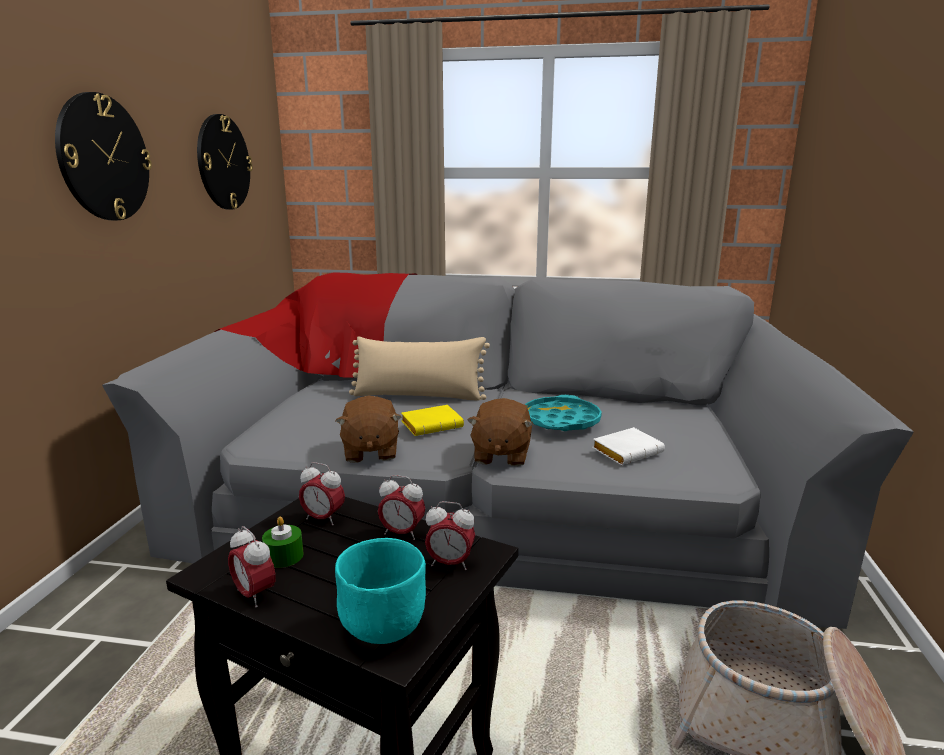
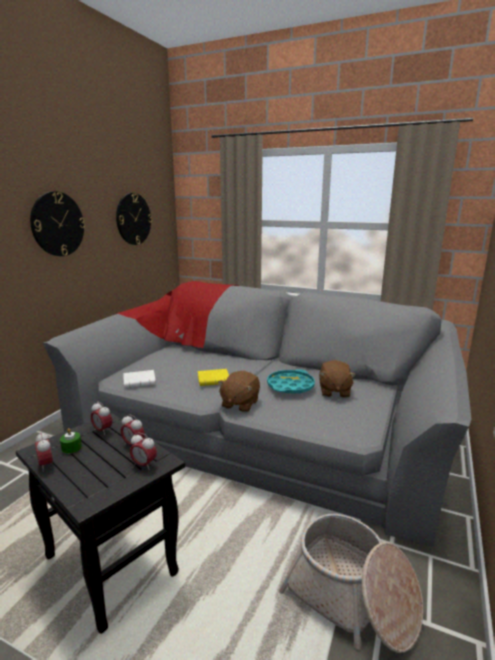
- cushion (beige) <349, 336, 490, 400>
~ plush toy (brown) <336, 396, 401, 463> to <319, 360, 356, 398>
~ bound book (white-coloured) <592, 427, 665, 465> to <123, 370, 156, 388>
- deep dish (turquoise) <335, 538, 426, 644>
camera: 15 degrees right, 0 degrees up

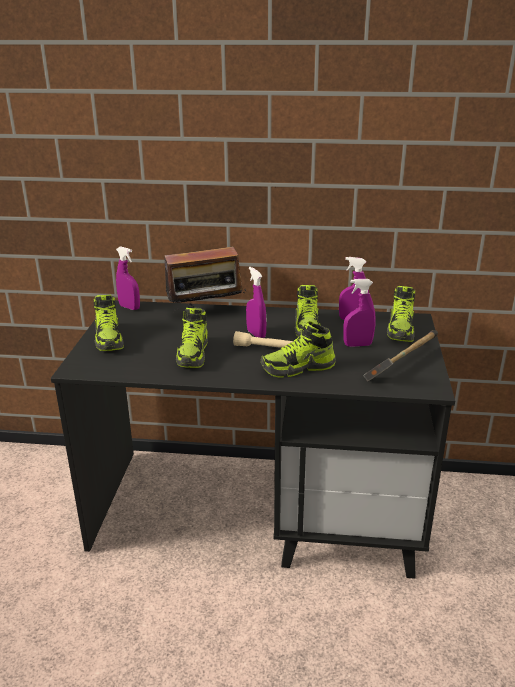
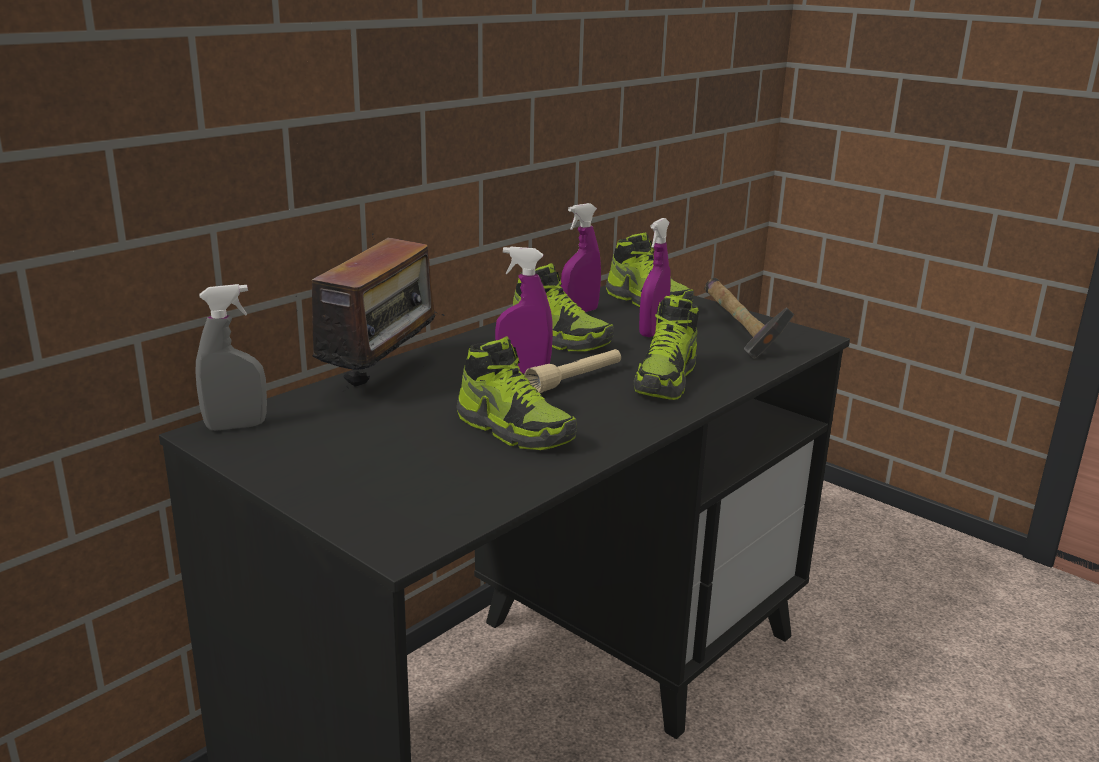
~ hand sprayer (purple) <116, 246, 140, 310> to hand sprayer (greyish) <195, 284, 267, 431>
- item of footwear <94, 294, 124, 351>
camera: 55 degrees left, 5 degrees down

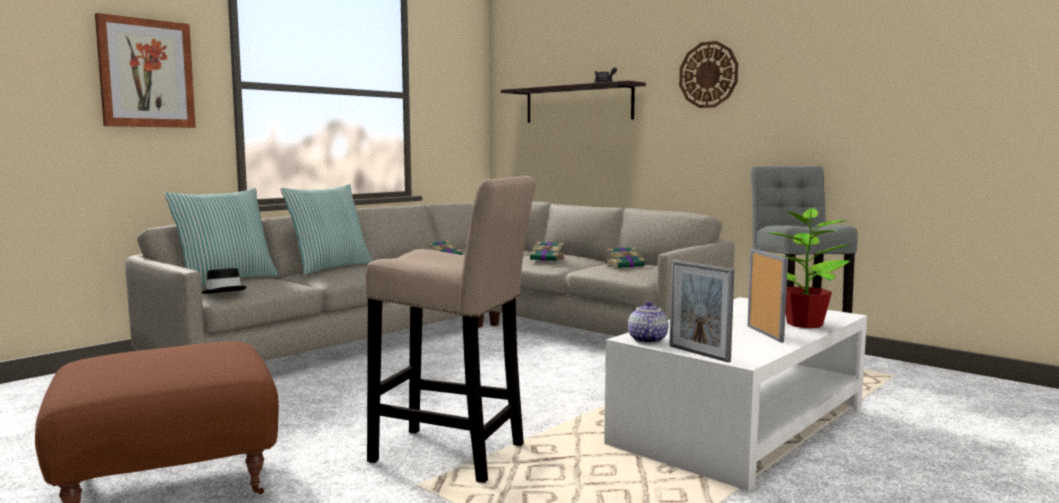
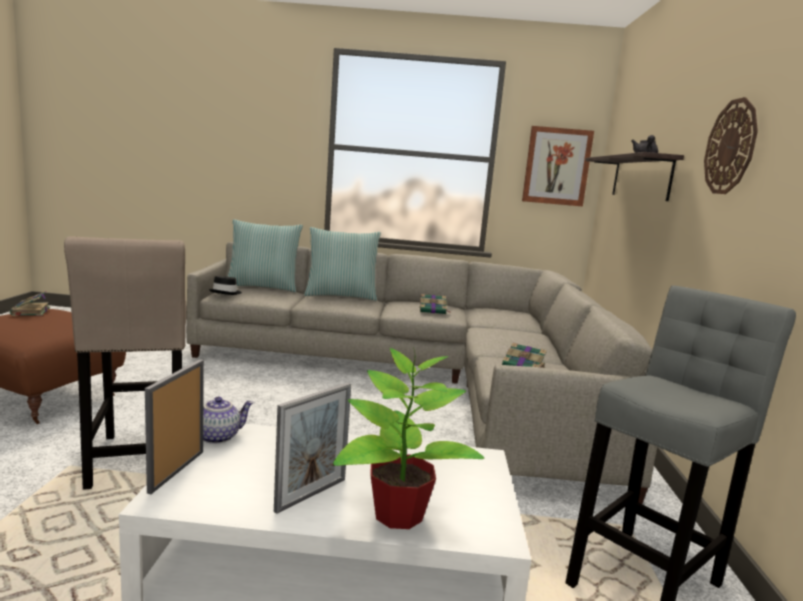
~ wall art <95, 13, 196, 128> to <522, 126, 594, 207>
~ bound book <530, 241, 564, 261> to <10, 291, 50, 316>
camera: 50 degrees right, 5 degrees up

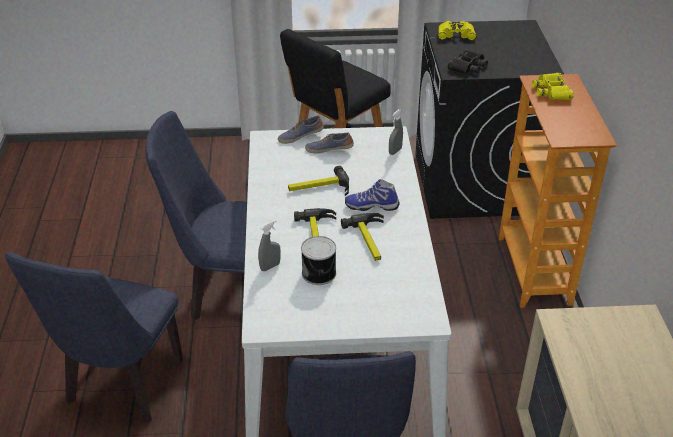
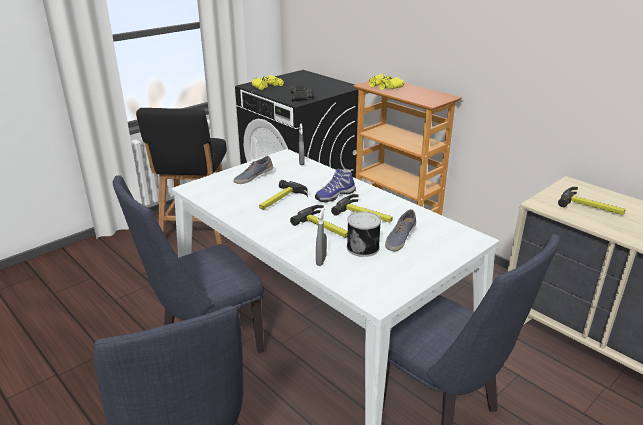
~ item of footwear <278, 116, 324, 144> to <385, 209, 416, 251>
+ hand hammer <558, 187, 626, 215>
camera: 40 degrees left, 10 degrees down

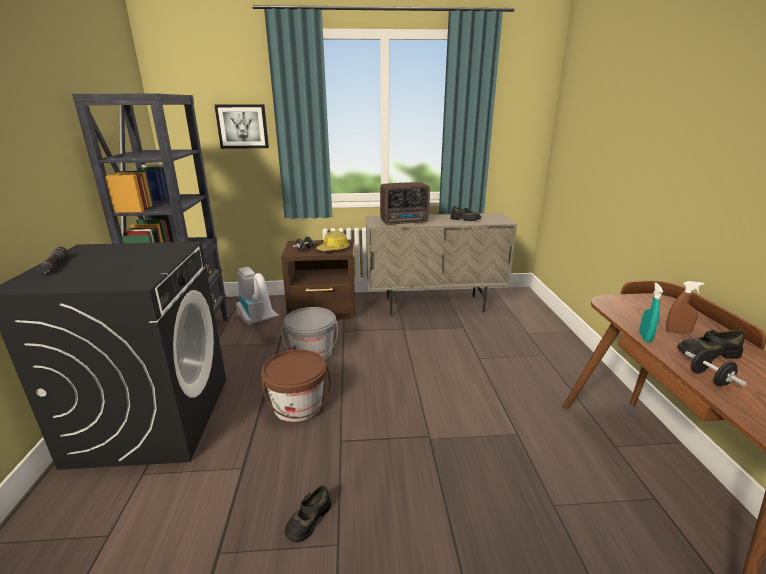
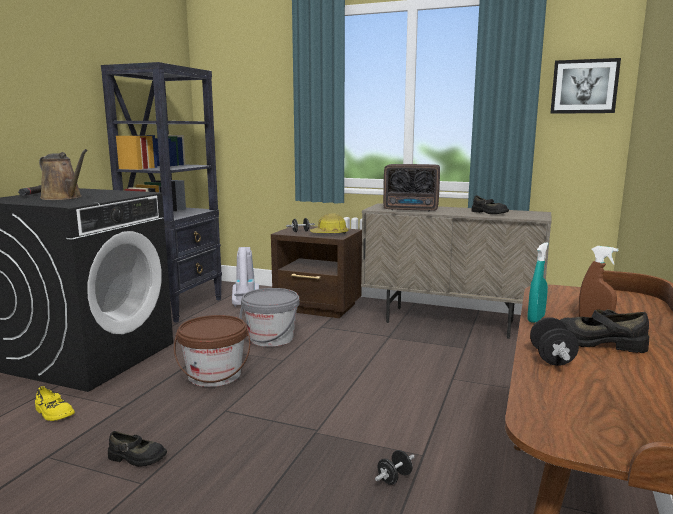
~ wall art <214, 104, 269, 149> to <550, 58, 621, 114>
~ item of footwear (black-coloured) <285, 485, 331, 542> = <108, 431, 167, 467> 135 degrees counterclockwise
+ sprinkling can (brown) <39, 149, 88, 200>
+ item of footwear (yellow-coloured) <35, 386, 75, 421>
+ dumbbell (black-coloured) <375, 450, 414, 485>
camera: 25 degrees right, 10 degrees down

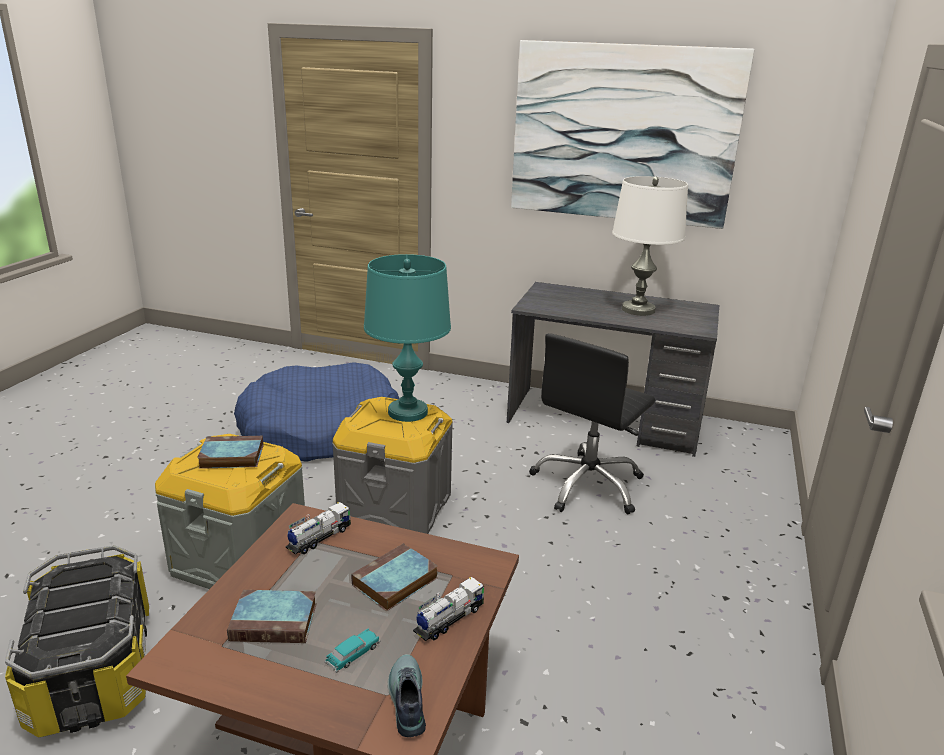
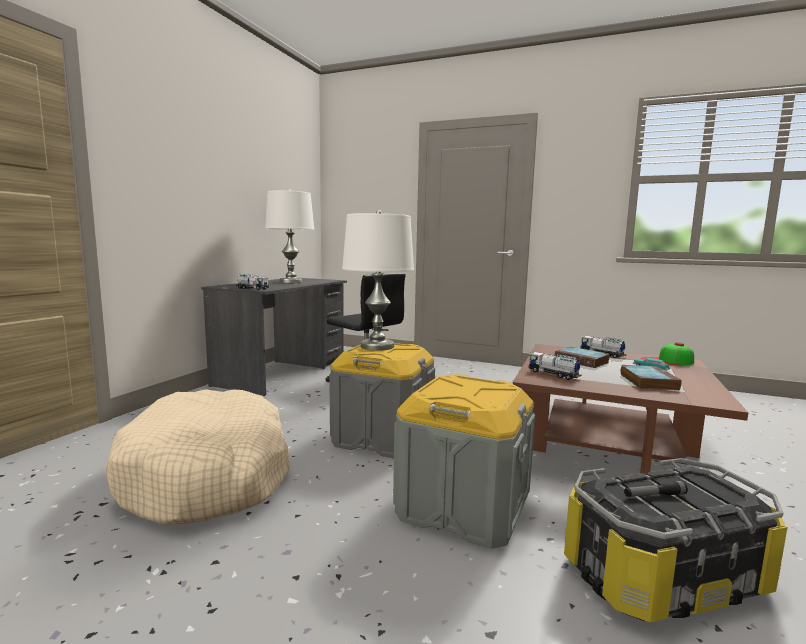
- wall art <511, 40, 754, 229>
~ tabletop lamp (turquoise) <364, 254, 451, 422> to tabletop lamp (white-coloured) <342, 210, 414, 351>
~ dog cushion (blue) <234, 362, 399, 462> to dog cushion (beige) <105, 389, 290, 525>
- bound book <197, 436, 263, 469>
~ item of footwear <387, 654, 426, 737> to peaked cap <640, 342, 694, 365>
+ toy truck <236, 274, 269, 290>
+ torch <624, 481, 688, 497>
camera: 85 degrees left, 15 degrees down

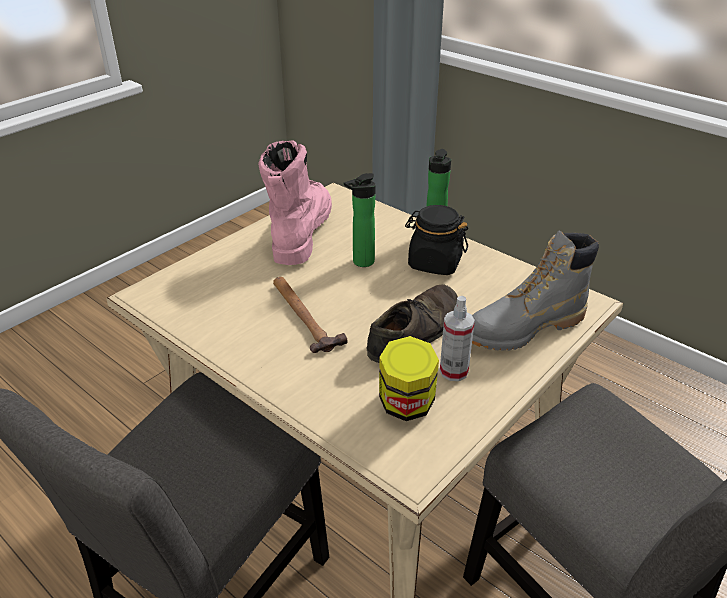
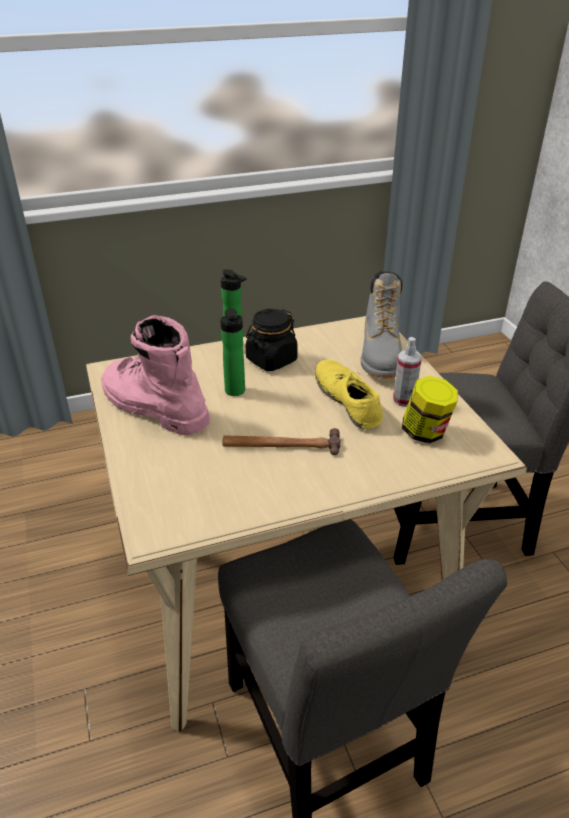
~ item of footwear (brown) <367, 284, 458, 363> to item of footwear (yellow-coloured) <315, 360, 383, 429>
camera: 60 degrees left, 0 degrees up

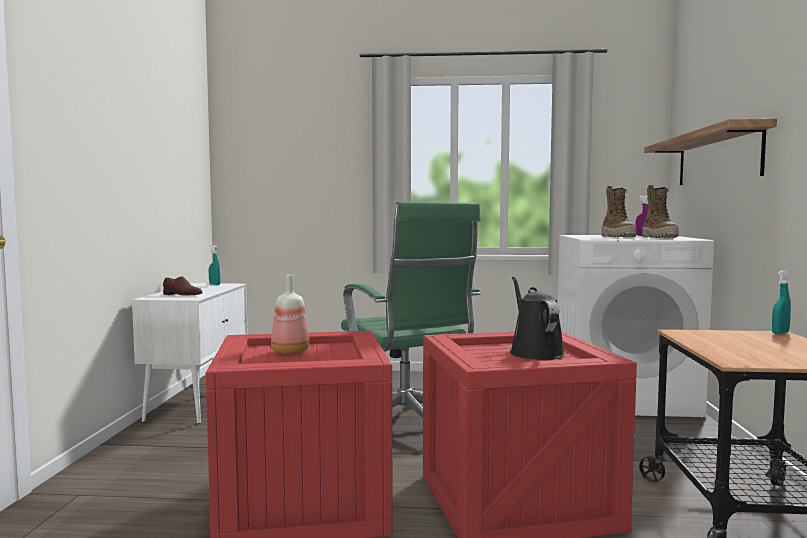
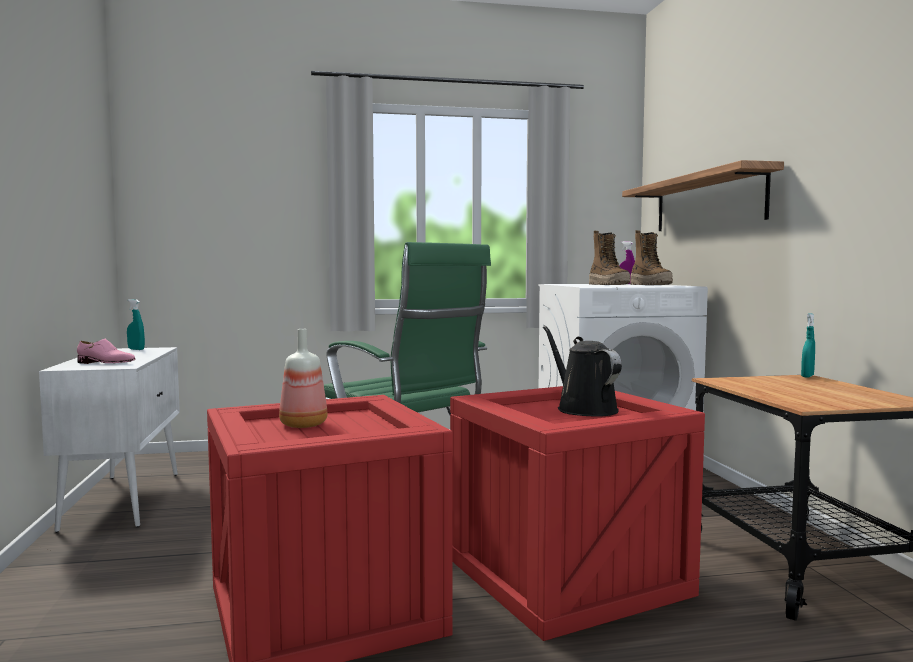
~ item of footwear (brown) <163, 276, 203, 296> to item of footwear (pink) <77, 339, 136, 364>
camera: 15 degrees left, 0 degrees up

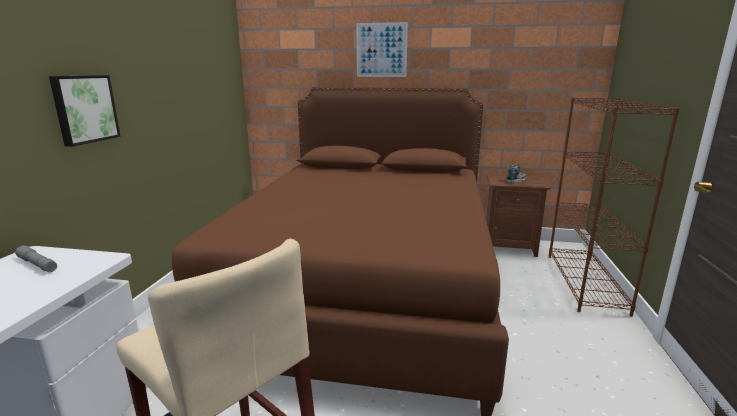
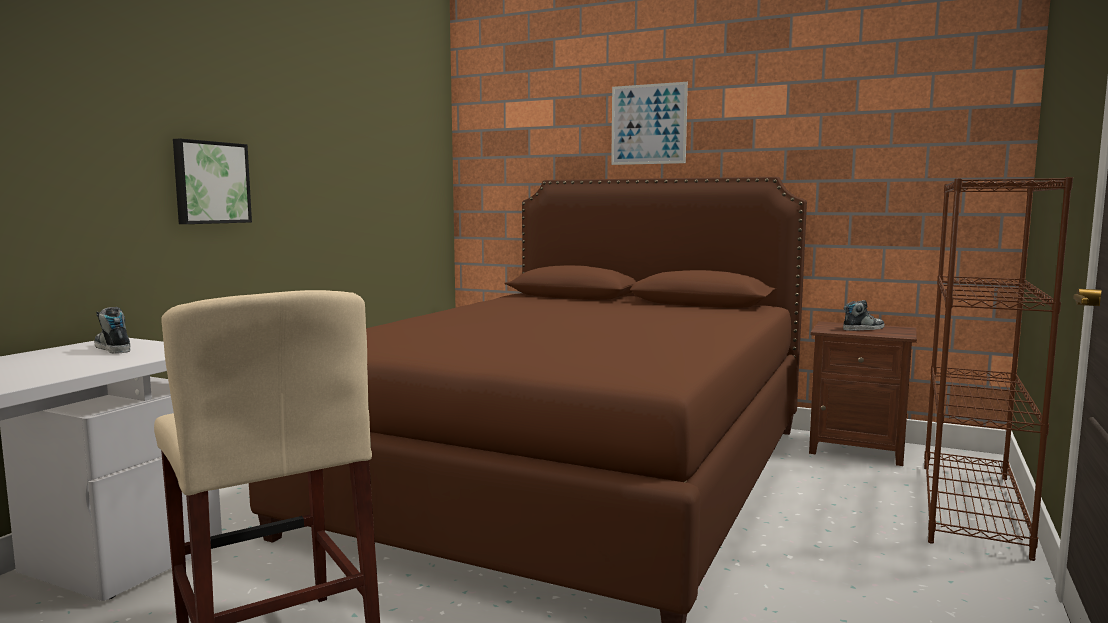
~ torch (greyish) <15, 246, 57, 272> to item of footwear <94, 307, 130, 354>
camera: 15 degrees right, 10 degrees down

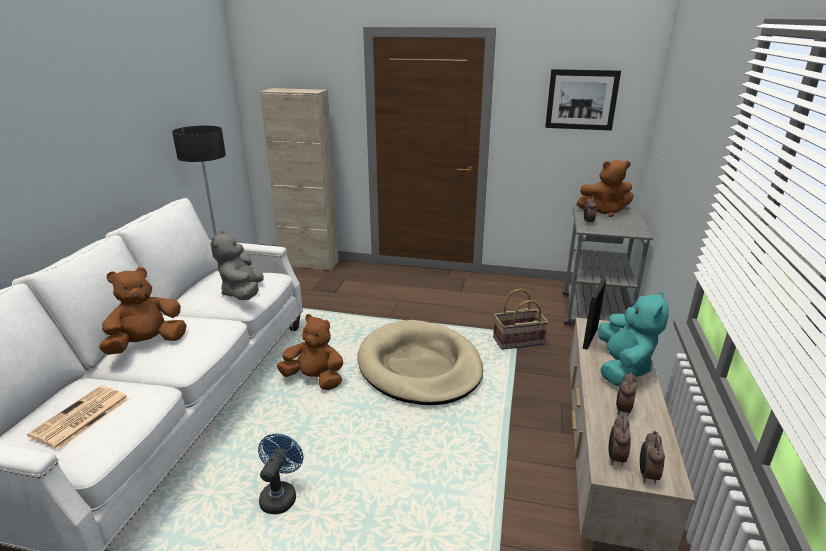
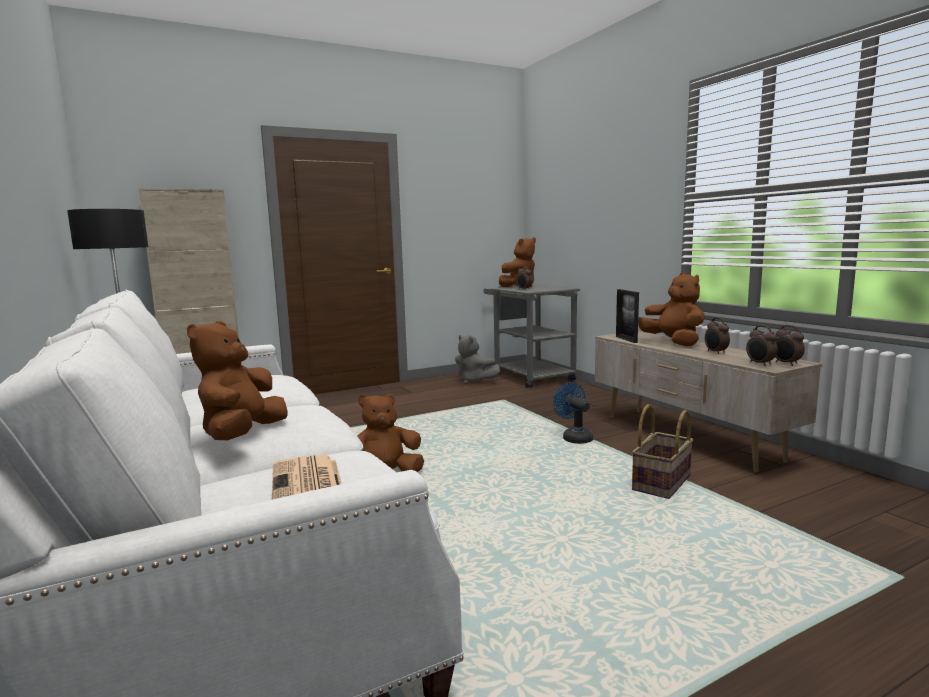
- wall art <545, 69, 621, 130>
~ plush toy (greyish) <210, 230, 264, 300> to <455, 335, 500, 384>
~ household basket <493, 289, 548, 350> to <632, 404, 693, 499>
~ plush toy (turquoise) <598, 291, 669, 386> to plush toy (brown) <638, 272, 705, 347>
- dog cushion (beige) <358, 320, 483, 405>
~ fan (blue) <258, 433, 303, 514> to <553, 382, 593, 444>
camera: 40 degrees left, 15 degrees down

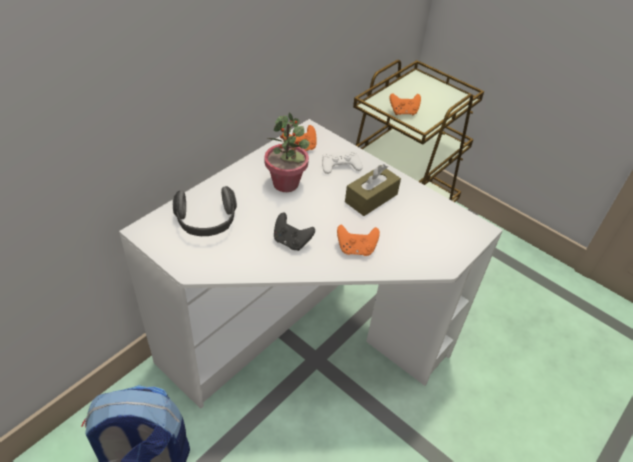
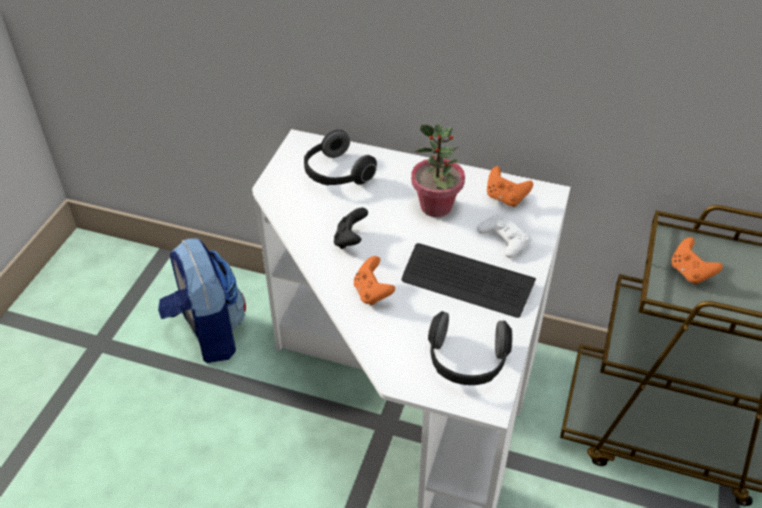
~ tissue holder (brown) <345, 164, 401, 216> to keyboard <402, 243, 536, 318>
+ pair of headphones <428, 311, 512, 385>
camera: 70 degrees right, 0 degrees up

